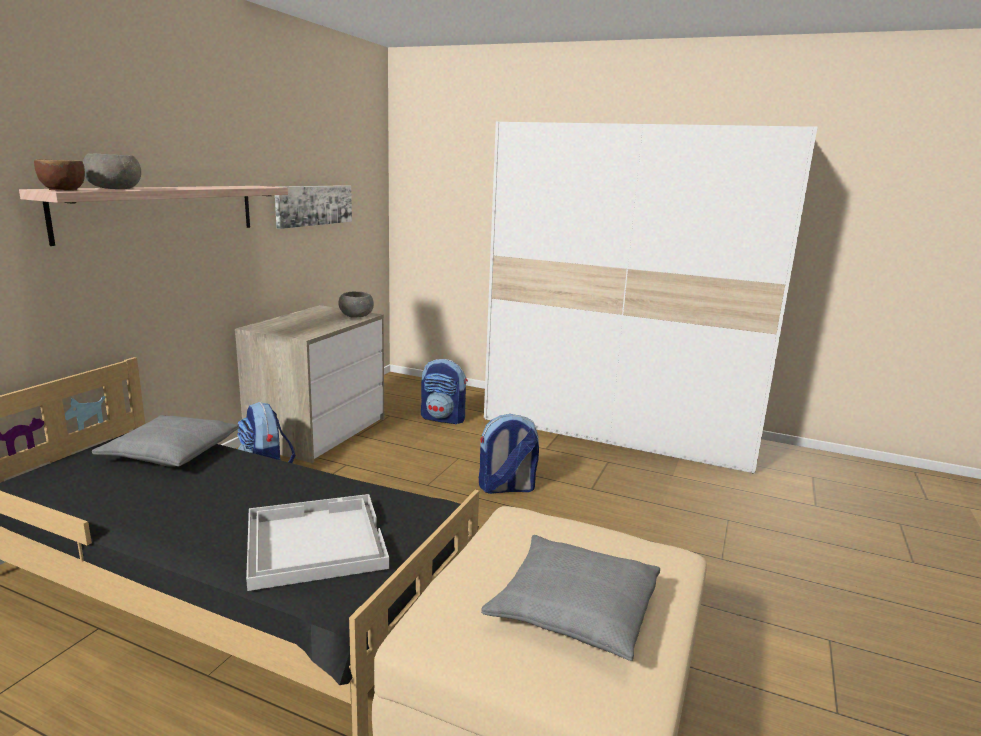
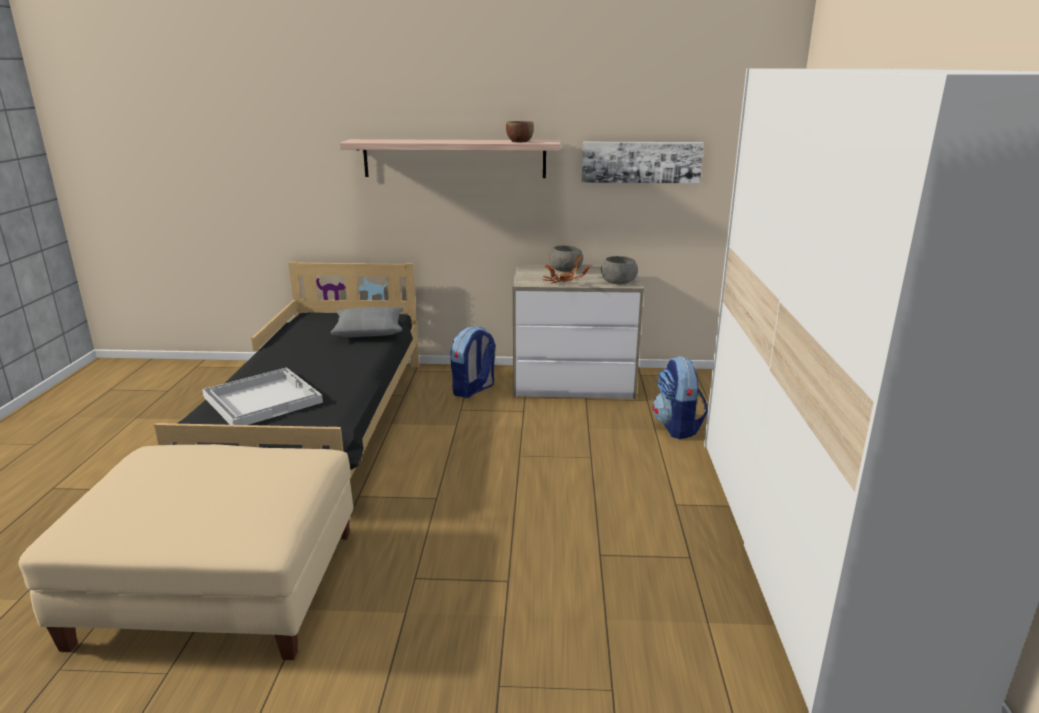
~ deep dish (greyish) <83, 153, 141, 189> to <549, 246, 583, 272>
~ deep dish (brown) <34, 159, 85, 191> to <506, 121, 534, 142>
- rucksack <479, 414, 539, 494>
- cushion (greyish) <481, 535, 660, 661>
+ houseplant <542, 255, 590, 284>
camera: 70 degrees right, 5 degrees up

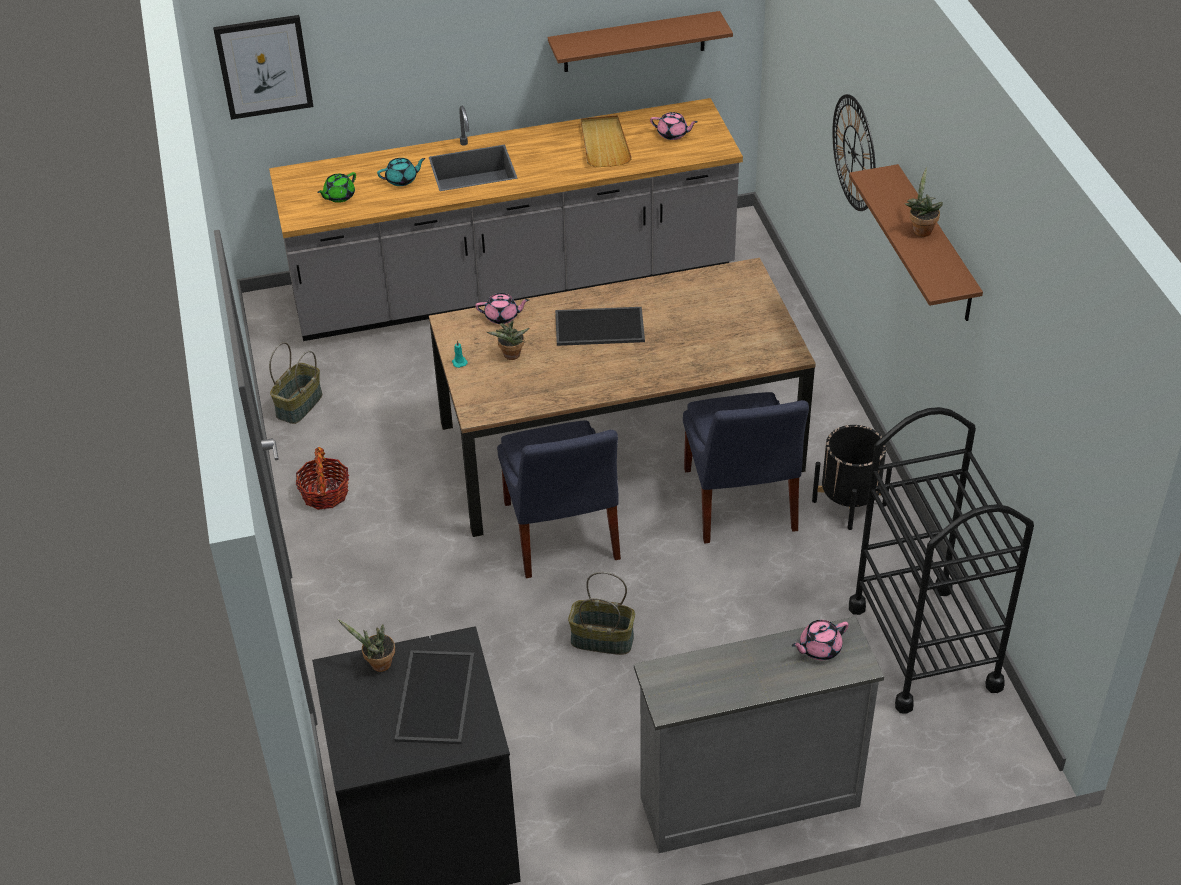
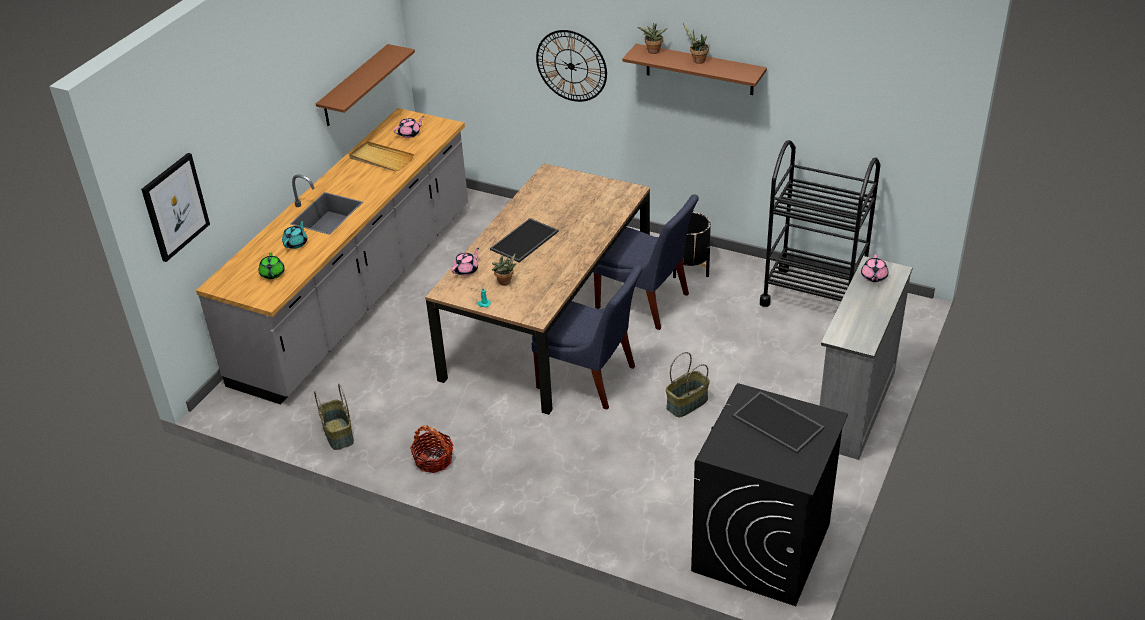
~ houseplant <338, 619, 395, 672> to <638, 23, 667, 54>
camera: 50 degrees left, 5 degrees down

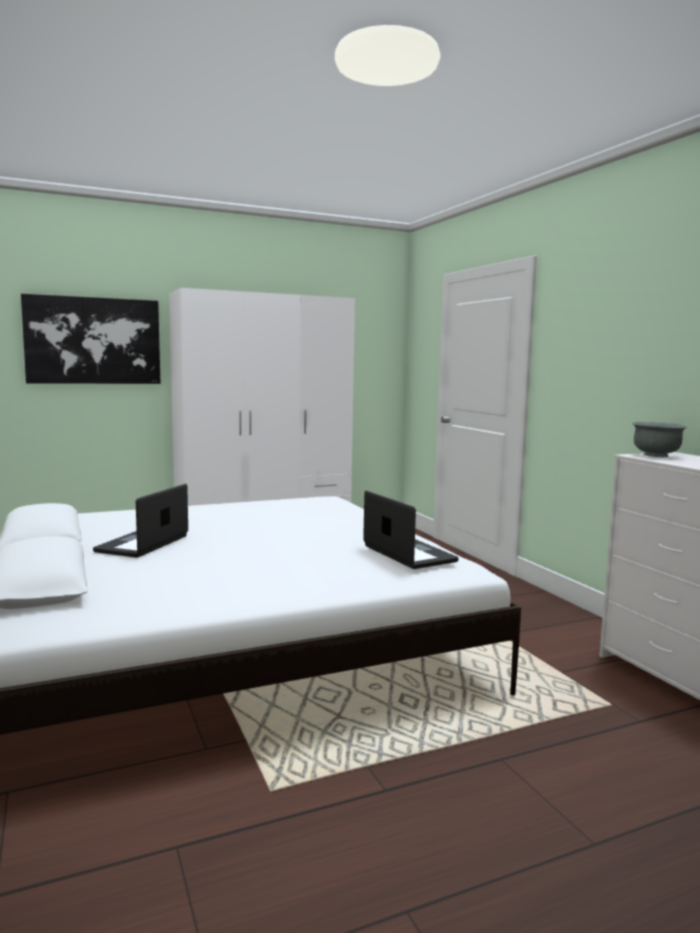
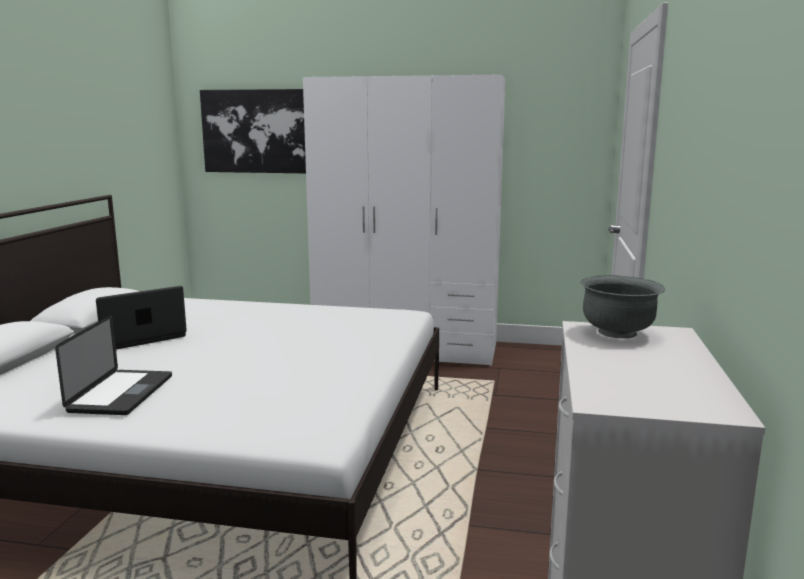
~ notebook computer <363, 491, 459, 569> to <55, 315, 172, 415>
camera: 35 degrees right, 5 degrees up

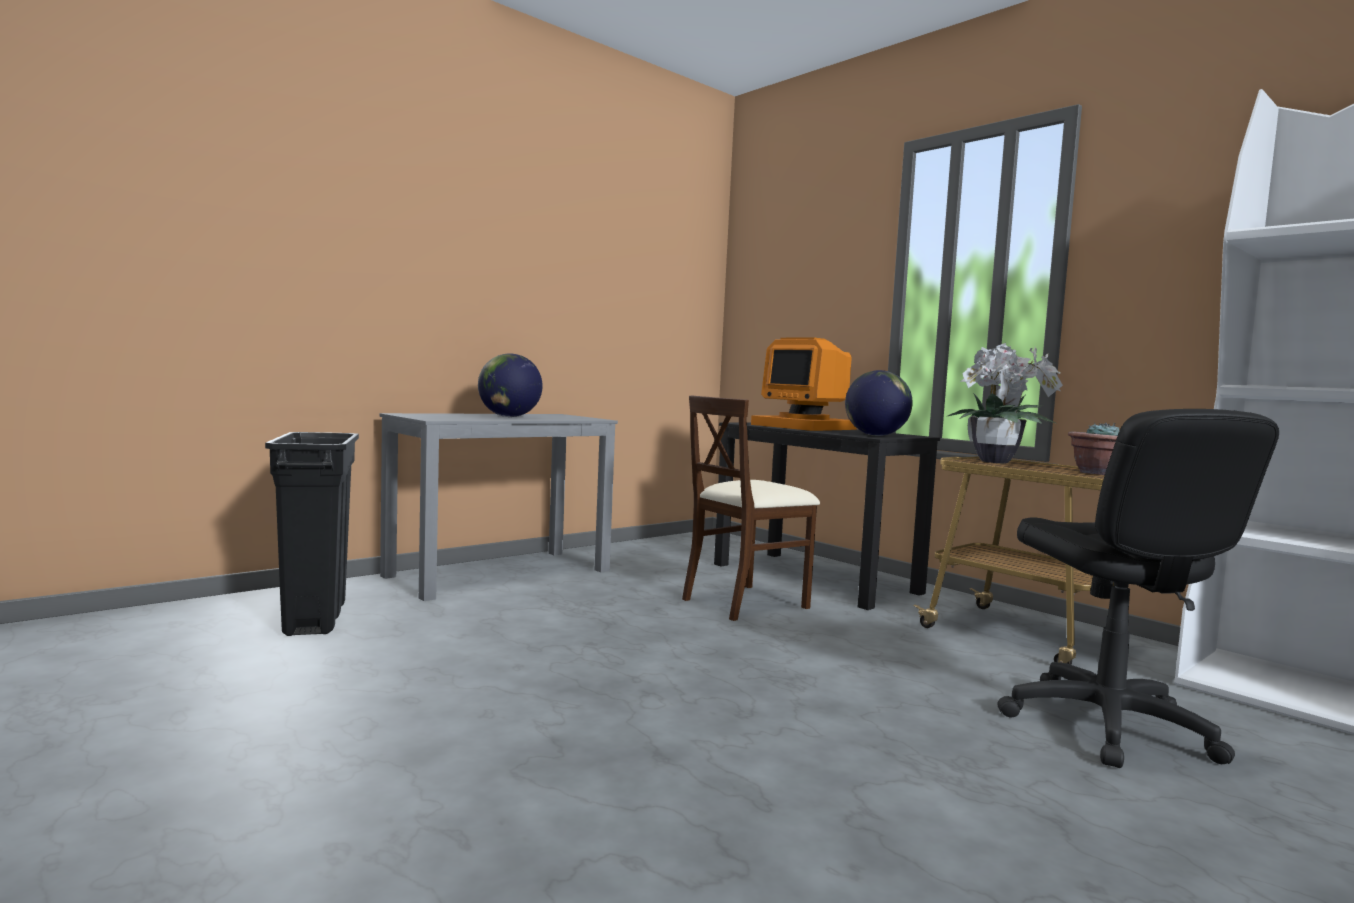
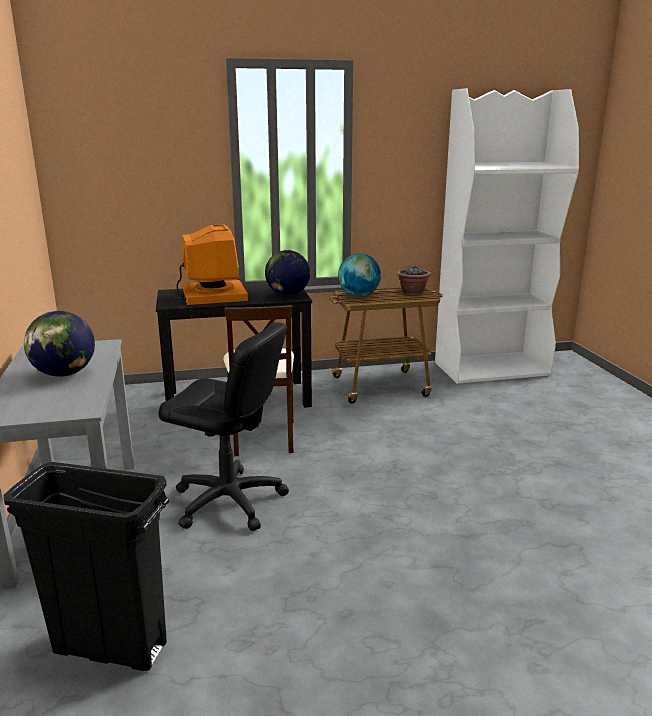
~ monitor <751, 338, 857, 431> = <177, 225, 248, 305> 90 degrees counterclockwise
~ houseplant <948, 343, 1063, 463> to globe <338, 253, 381, 297>
~ desk chair (black-coloured) <997, 409, 1279, 768> to <159, 322, 289, 531>
camera: 60 degrees left, 15 degrees up

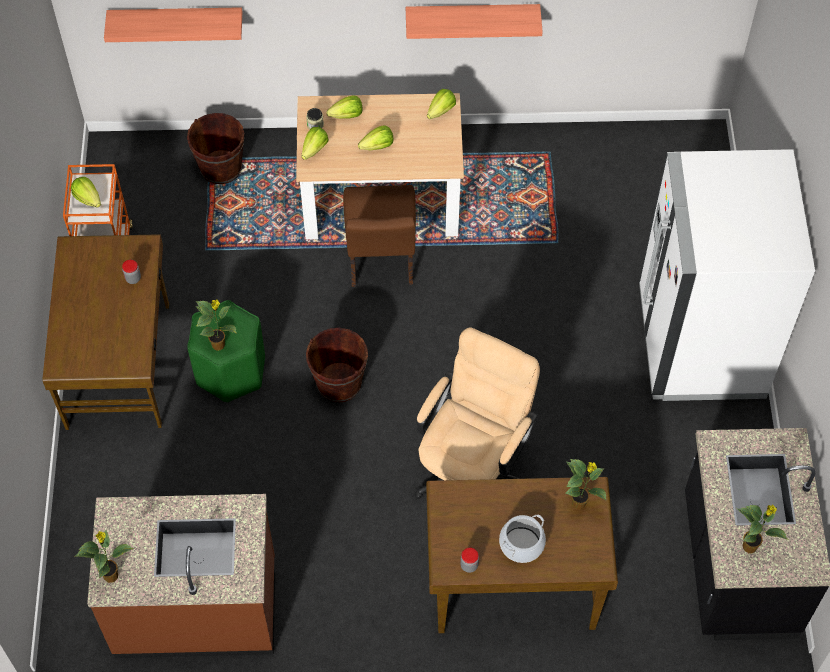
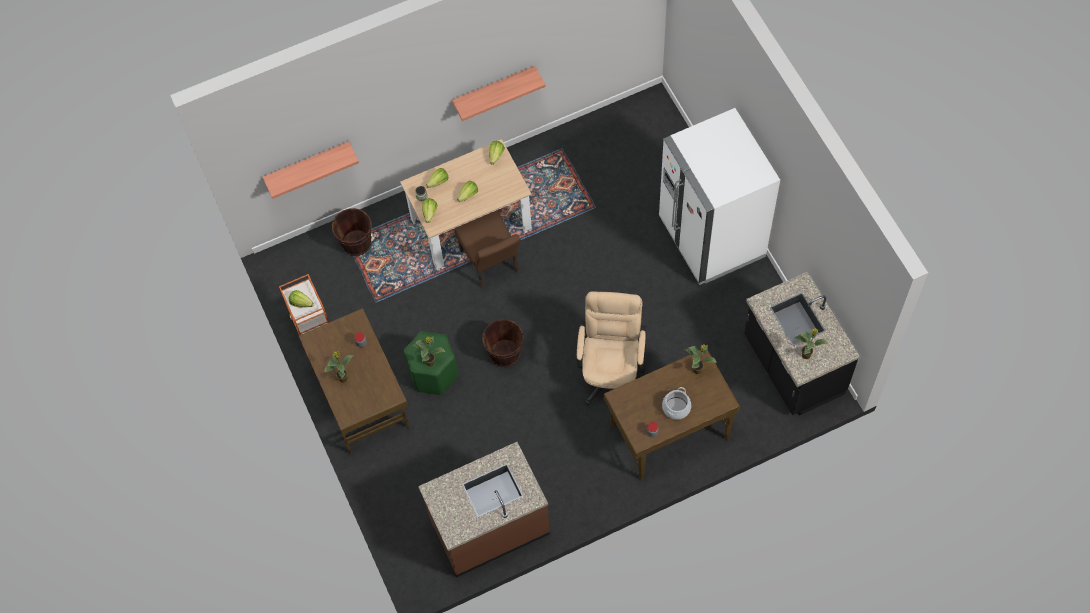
~ houseplant <75, 530, 134, 583> to <324, 351, 354, 383>
camera: 20 degrees left, 5 degrees up

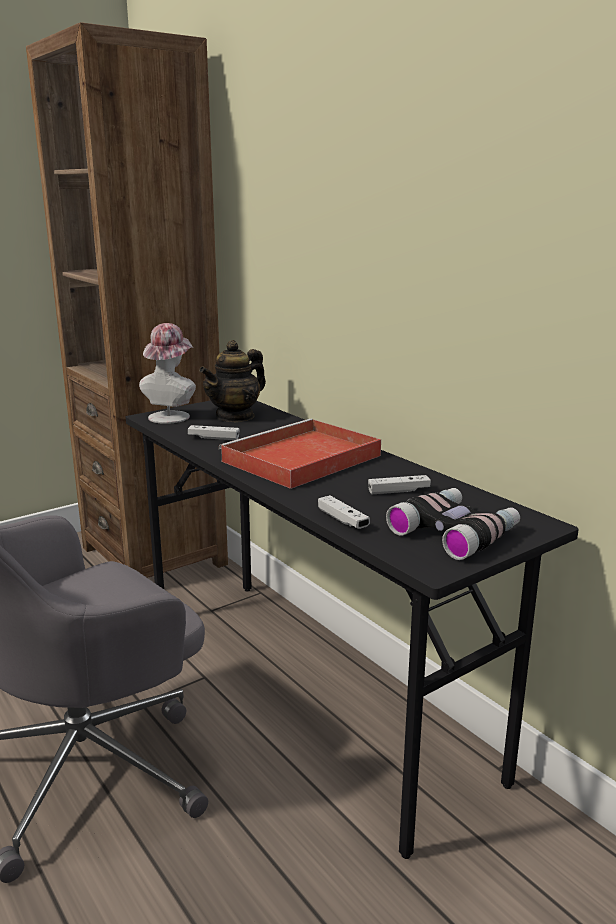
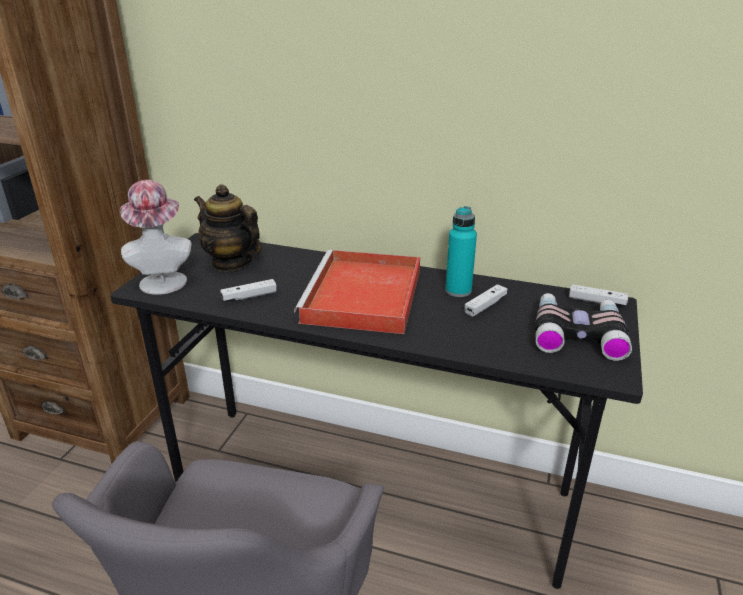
~ teapot <199, 340, 266, 422> = <194, 184, 262, 272> 120 degrees clockwise
~ joypad (white-coloured) <318, 495, 370, 529> to <569, 284, 628, 305>
+ drink bottle (turquoise) <445, 206, 477, 297>
camera: 35 degrees left, 10 degrees up

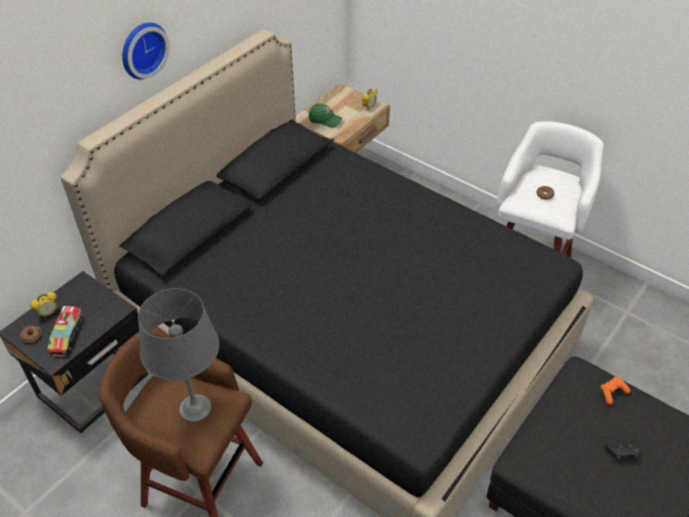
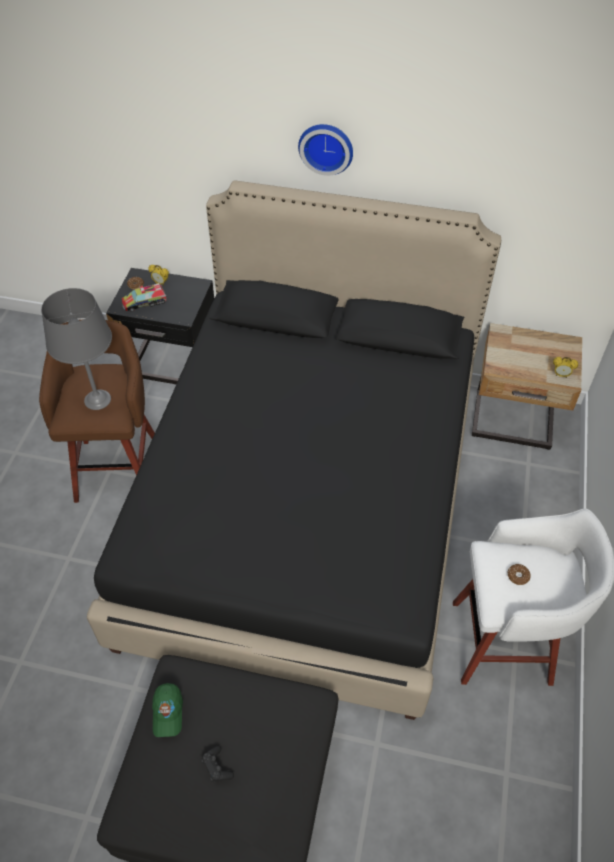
~ peaked cap (green) <309, 104, 343, 128> to <152, 683, 183, 737>
- joypad (orange) <600, 377, 630, 405>
camera: 65 degrees right, 5 degrees up

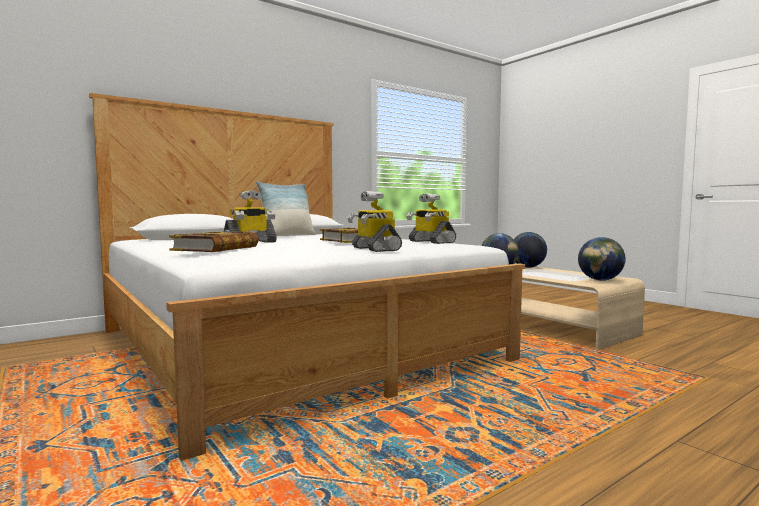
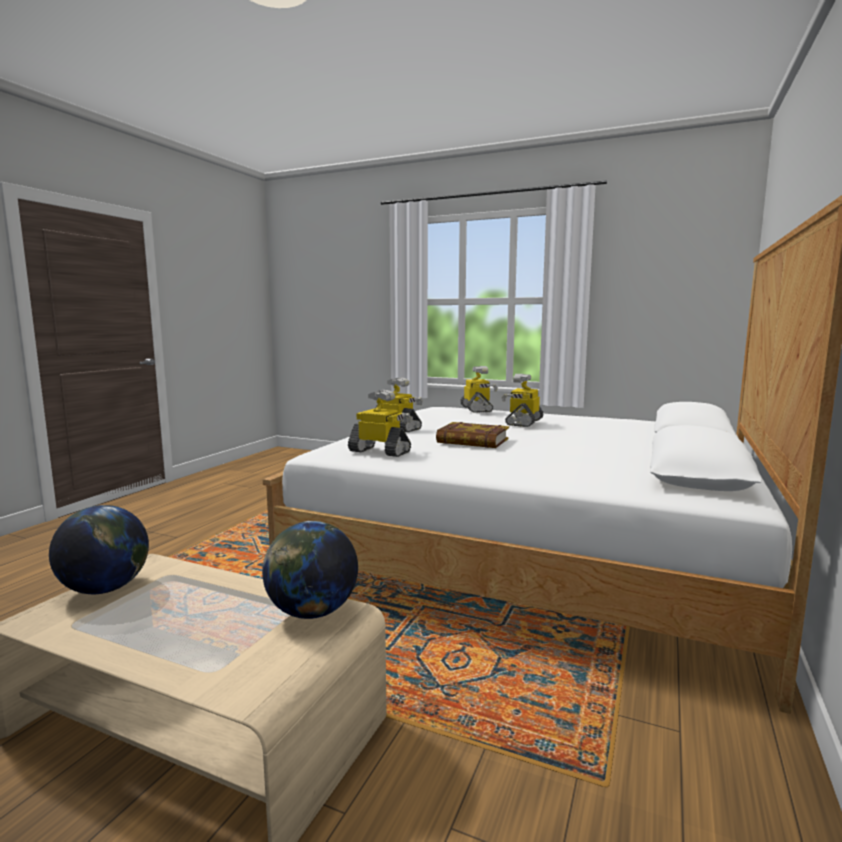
- cushion <256, 181, 316, 236>
~ bound book <169, 231, 259, 252> to robot figure <460, 366, 498, 412>
- globe <514, 232, 547, 268>
camera: 150 degrees right, 5 degrees up

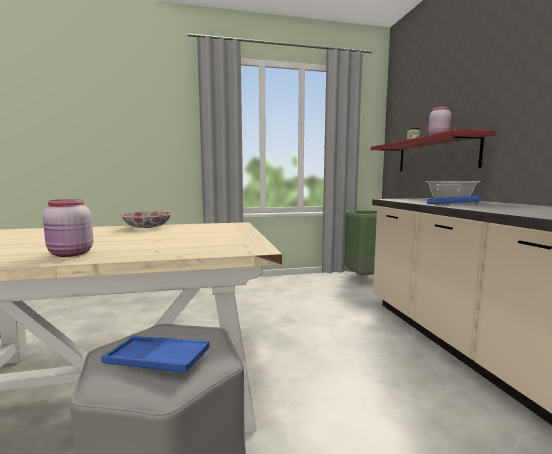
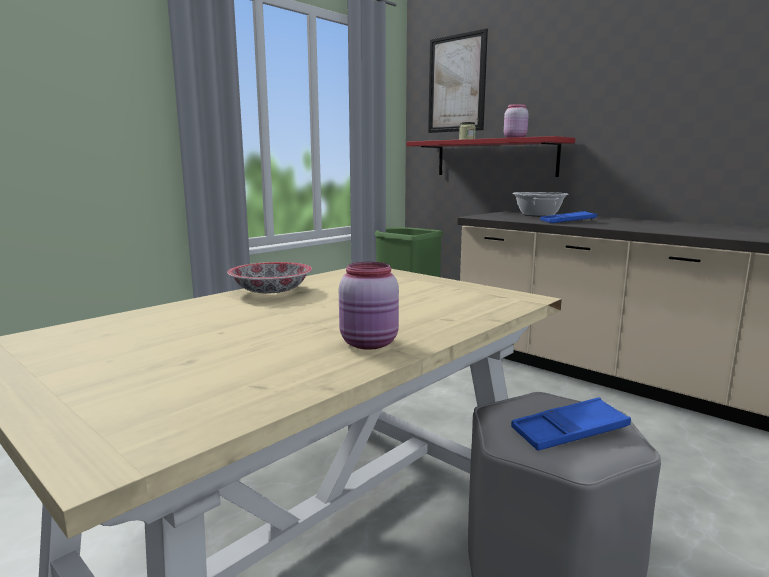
+ wall art <428, 28, 488, 133>
camera: 35 degrees left, 5 degrees up

